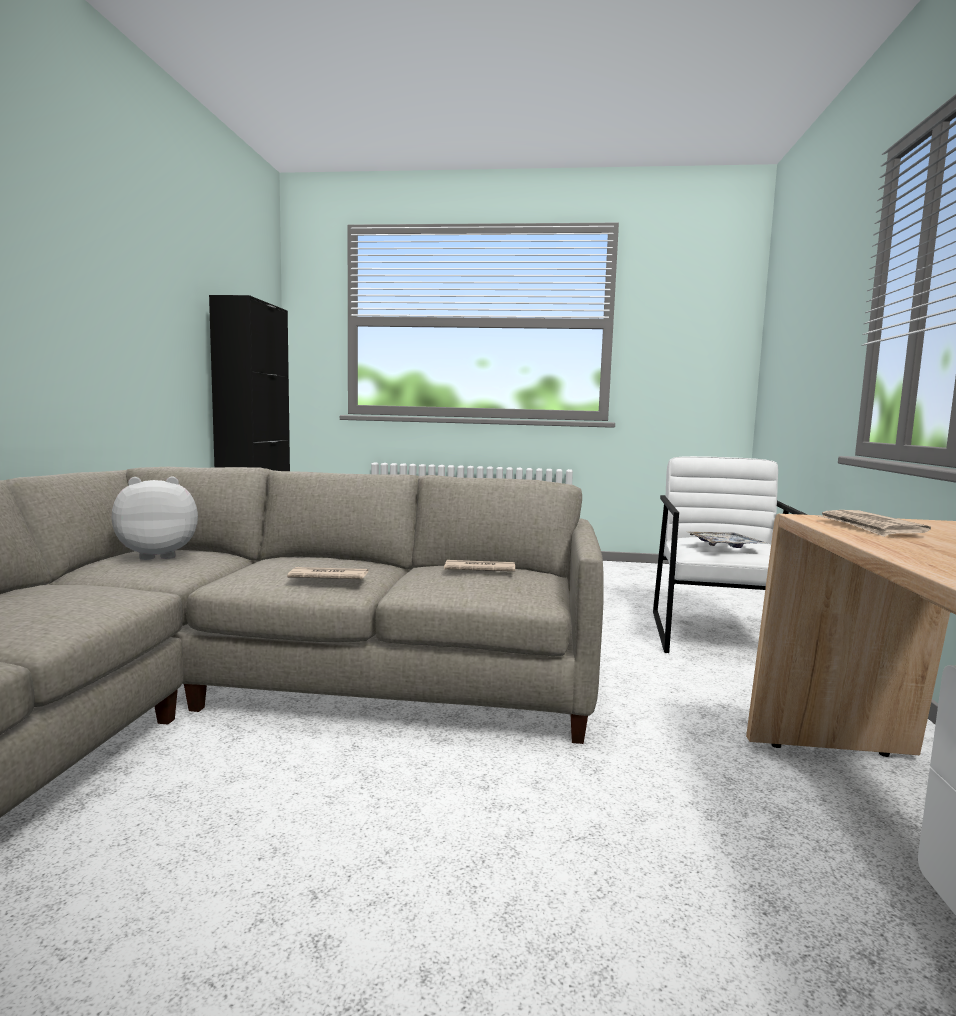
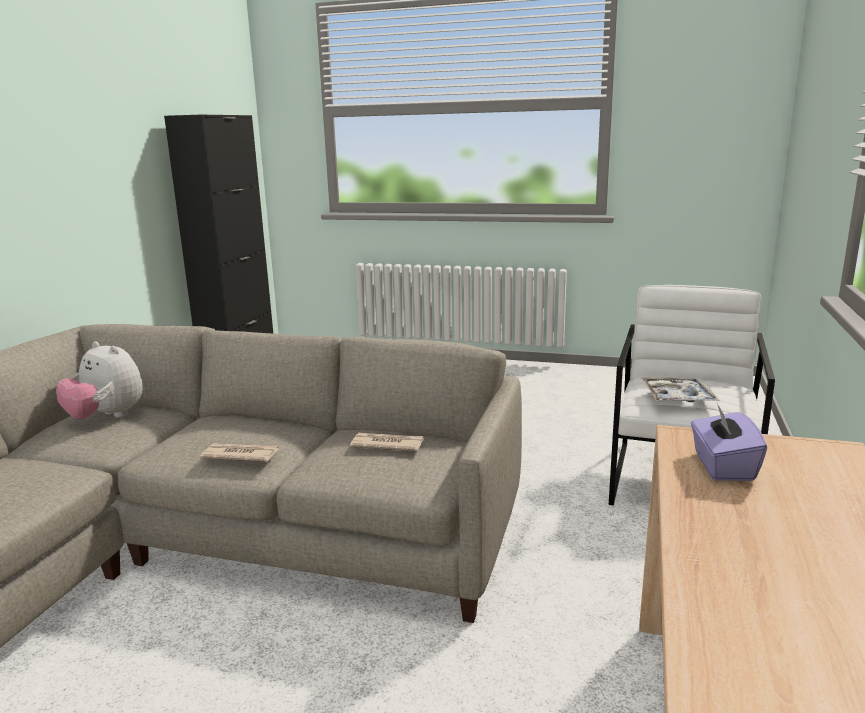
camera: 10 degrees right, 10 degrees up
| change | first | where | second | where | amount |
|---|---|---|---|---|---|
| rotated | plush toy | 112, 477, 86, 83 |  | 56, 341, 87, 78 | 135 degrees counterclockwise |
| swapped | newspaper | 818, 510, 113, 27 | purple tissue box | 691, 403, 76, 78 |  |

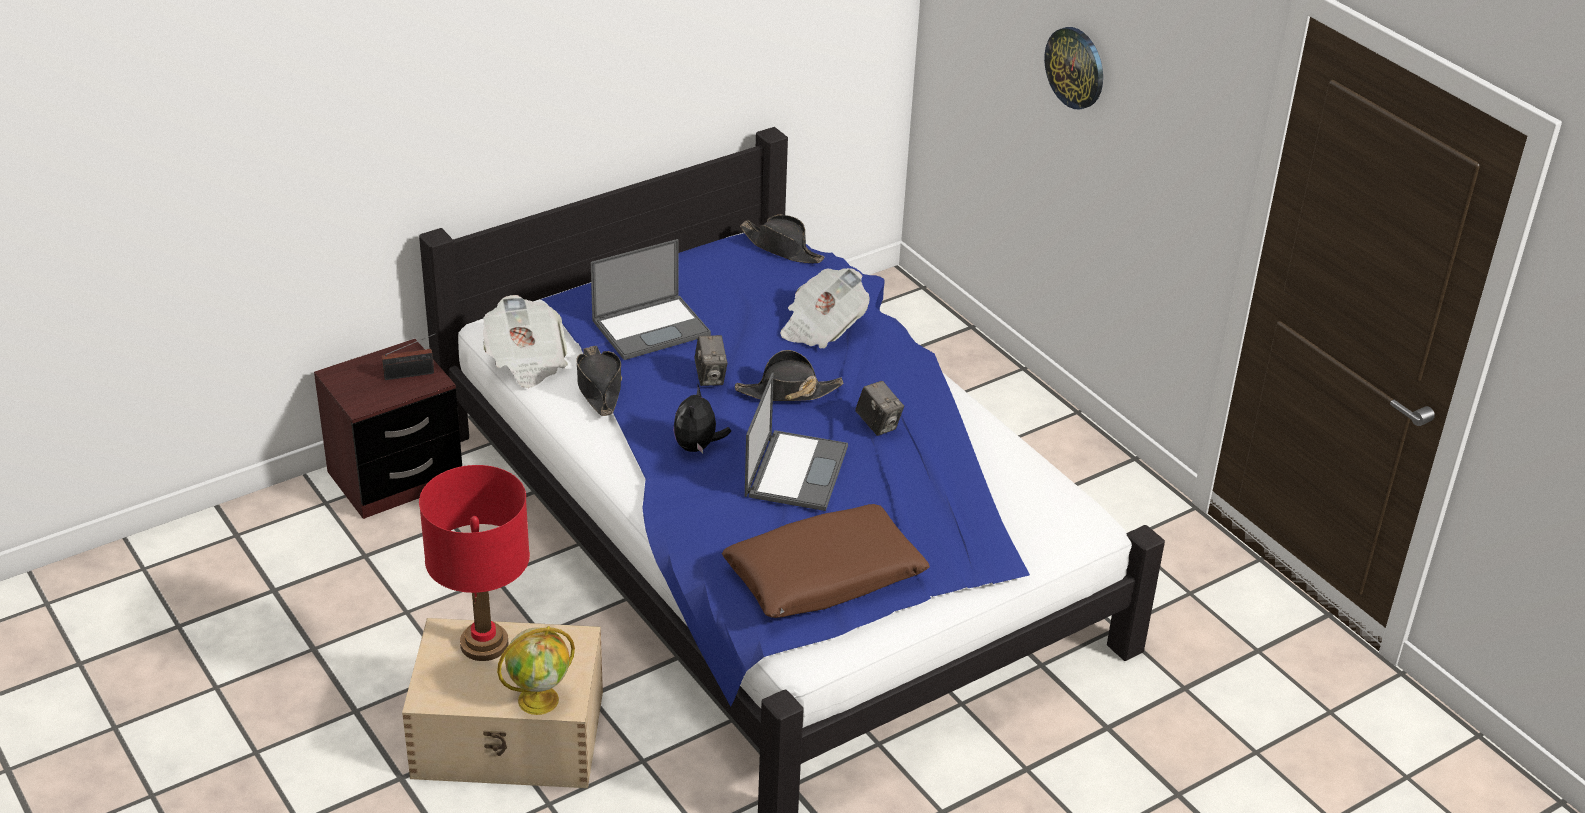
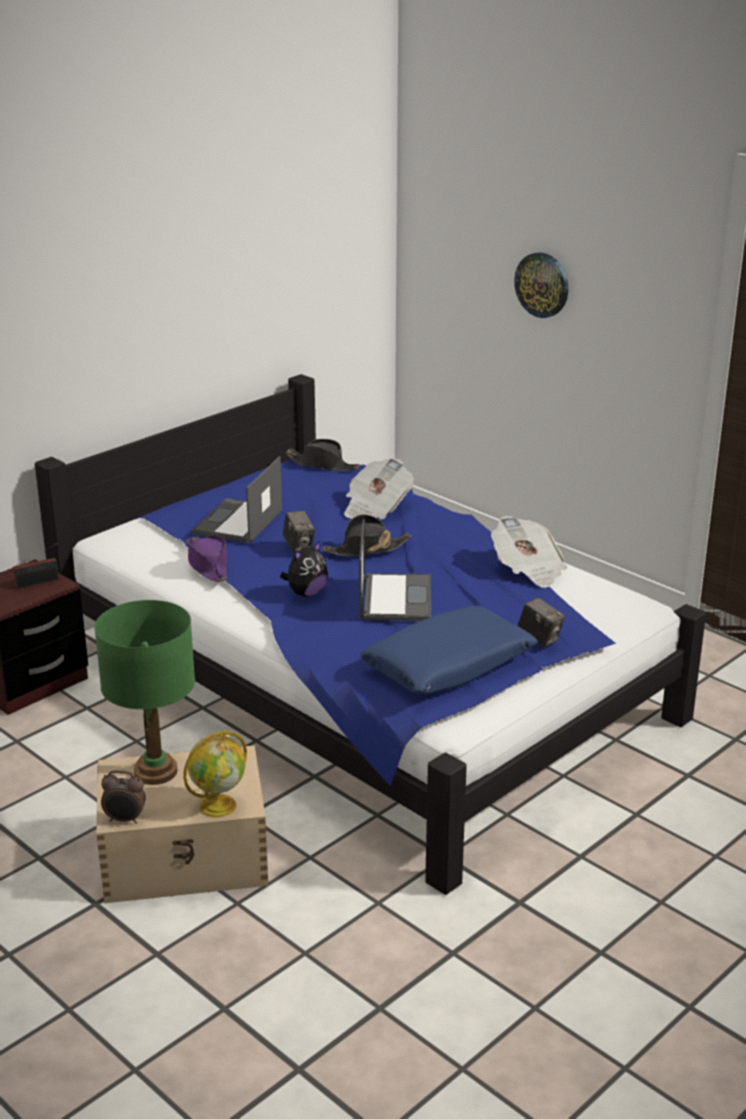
camera: 10 degrees left, 10 degrees down
| change | first | where | second | where | amount |
|---|---|---|---|---|---|
| repainted | red table lamp | 419, 465, 111, 196 | green table lamp | 94, 600, 101, 185 |  |
| new |  |  | alarm clock | 101, 770, 45, 54 |  |
| repainted | black hat | 576, 346, 46, 70 | purple hat | 187, 535, 40, 47 |  |
| rotated | laptop | 591, 239, 120, 121 |  | 192, 456, 90, 87 | 150 degrees clockwise |
| rotated | plush toy | 673, 385, 58, 68 |  | 280, 541, 48, 56 | 135 degrees counterclockwise |
| repainted | brown pillow | 722, 504, 208, 114 | blue pillow | 360, 606, 178, 88 |  |
| shifted | newspaper | 483, 295, 85, 93 |  | 491, 516, 77, 72 |  |
| shifted | photo camera | 855, 381, 49, 55 |  | 518, 598, 47, 49 |  |

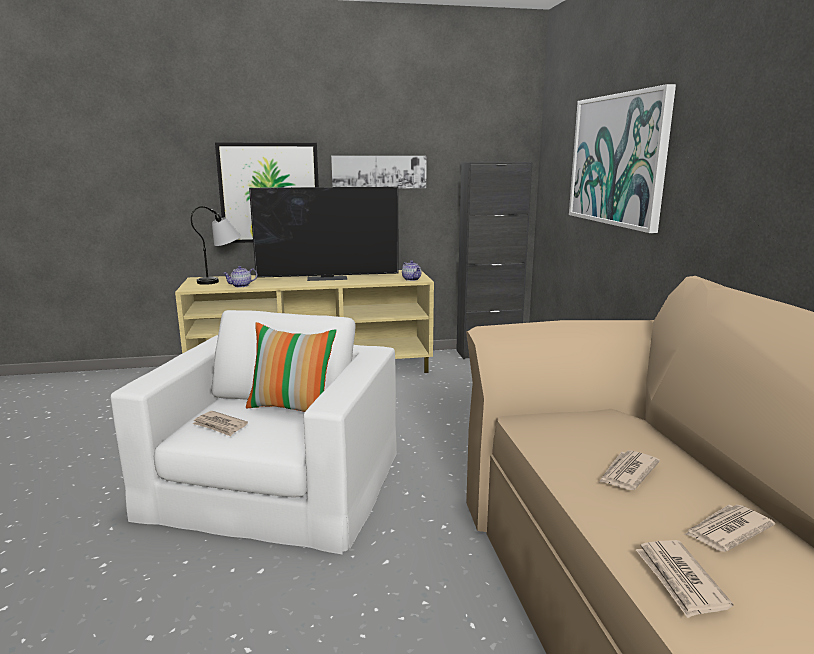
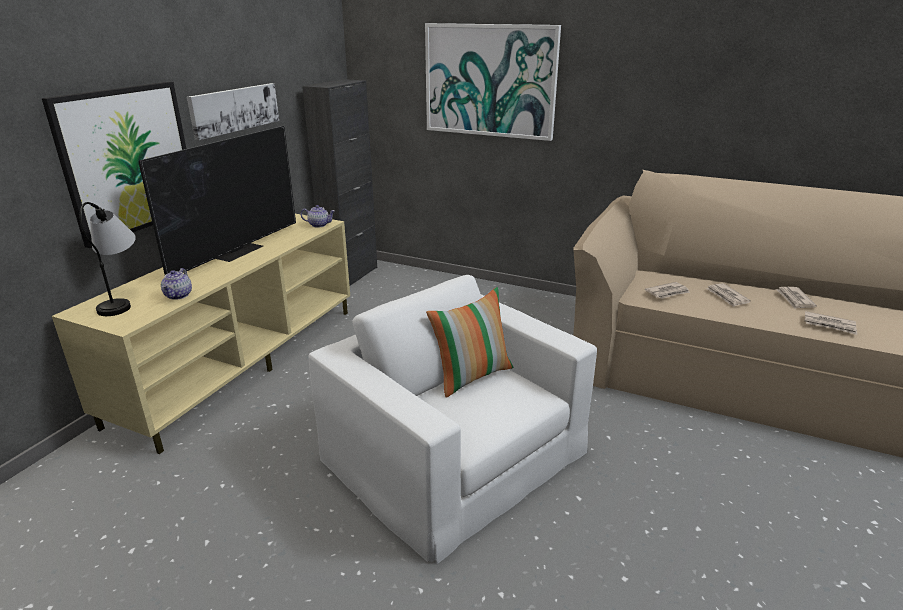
camera: 55 degrees left, 10 degrees up
| change | first | where | second | where | amount |
|---|---|---|---|---|---|
| shifted | newspaper | 192, 411, 56, 25 |  | 645, 282, 45, 17 |  |

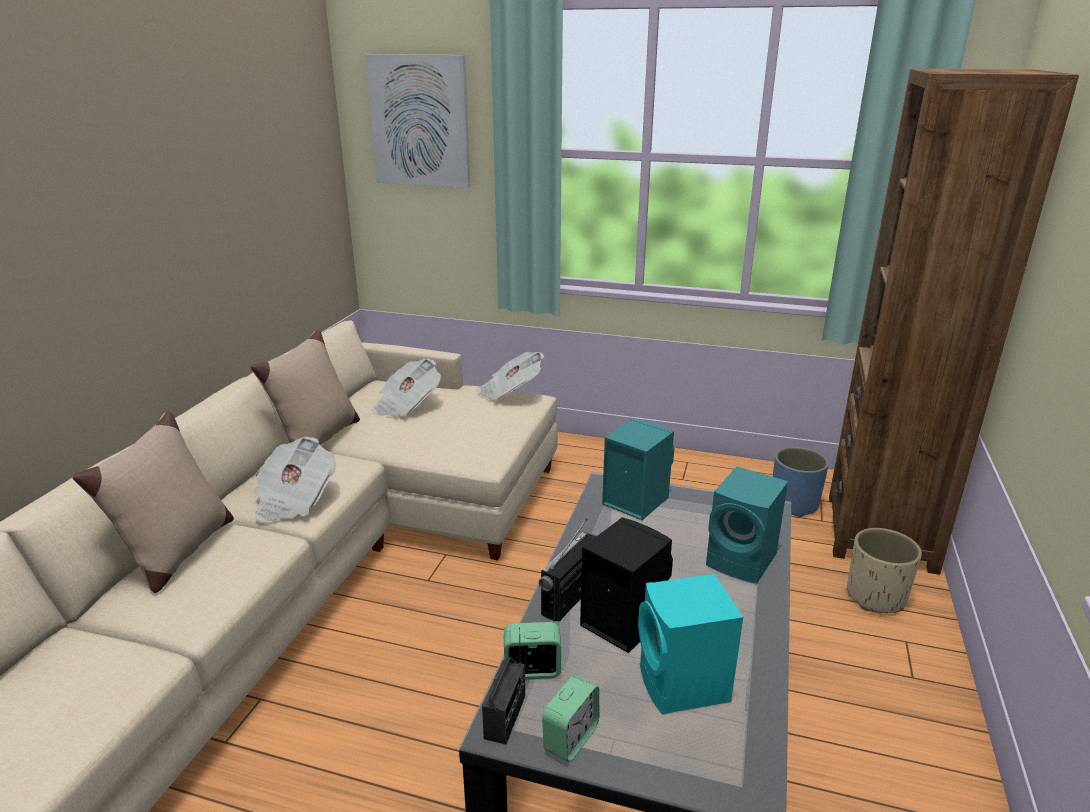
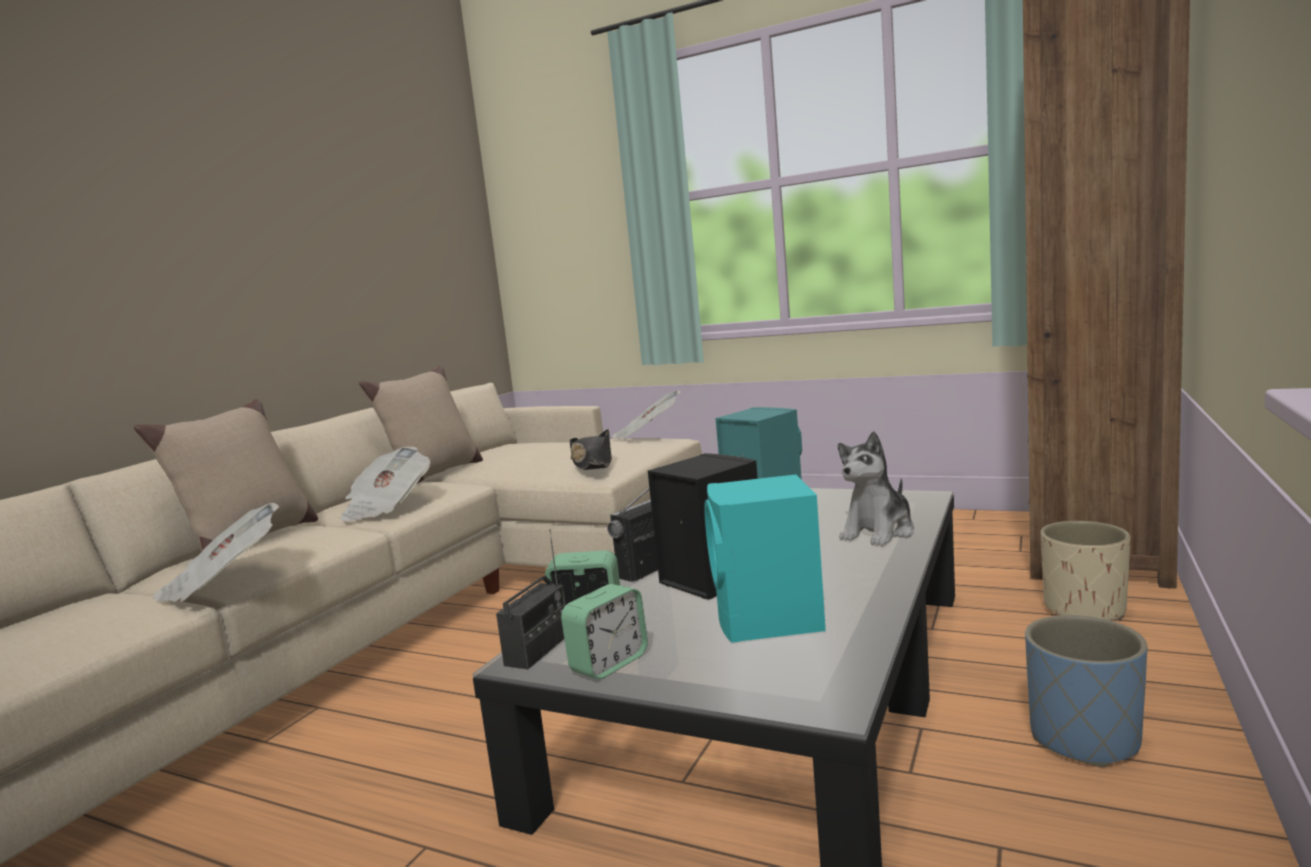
camera: 10 degrees right, 15 degrees down
| change | first | where | second | where | amount |
|---|---|---|---|---|---|
| shifted | newspaper | 372, 359, 69, 58 |  | 152, 503, 127, 99 |  |
| new |  |  | black hat | 569, 429, 43, 41 |  |
| swapped | turquoise speaker | 706, 466, 82, 118 | plush toy | 838, 431, 76, 115 |  |
| shifted | blue planter | 773, 447, 56, 70 |  | 1025, 615, 122, 152 |  |
| gone | picture | 365, 54, 105, 134 |  |  |  |

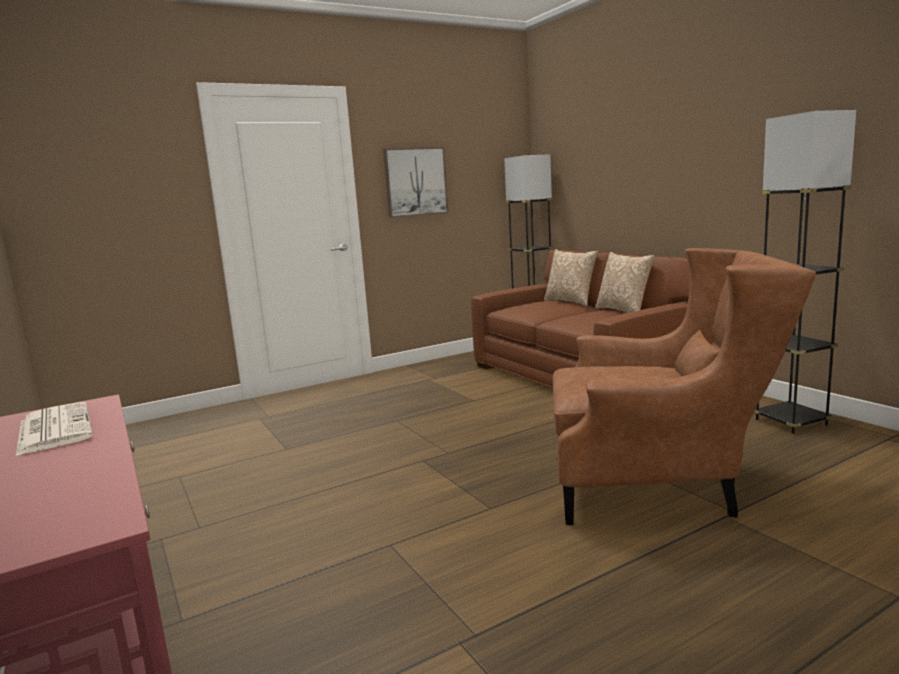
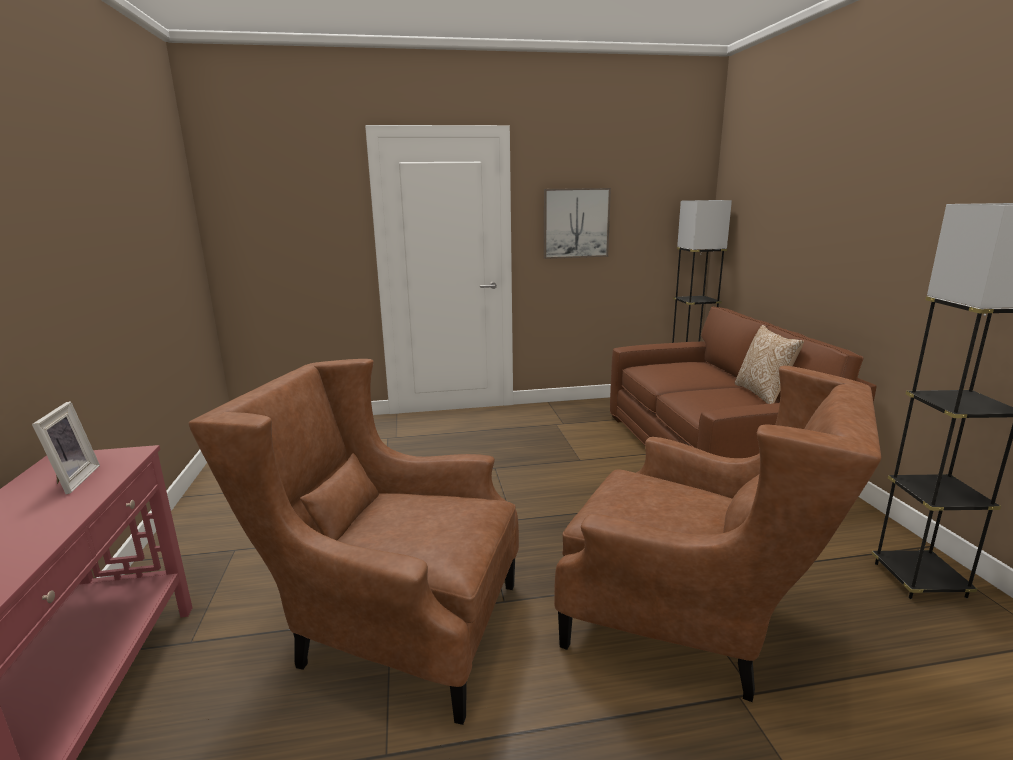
camera: 20 degrees right, 5 degrees up
| change | first | where | second | where | amount |
|---|---|---|---|---|---|
| swapped | newspaper | 16, 402, 77, 54 | picture frame | 32, 401, 68, 93 |  |
| new |  |  | brown armchair | 188, 359, 331, 366 |  |
| gone | pillow | 544, 249, 54, 57 |  |  |  |

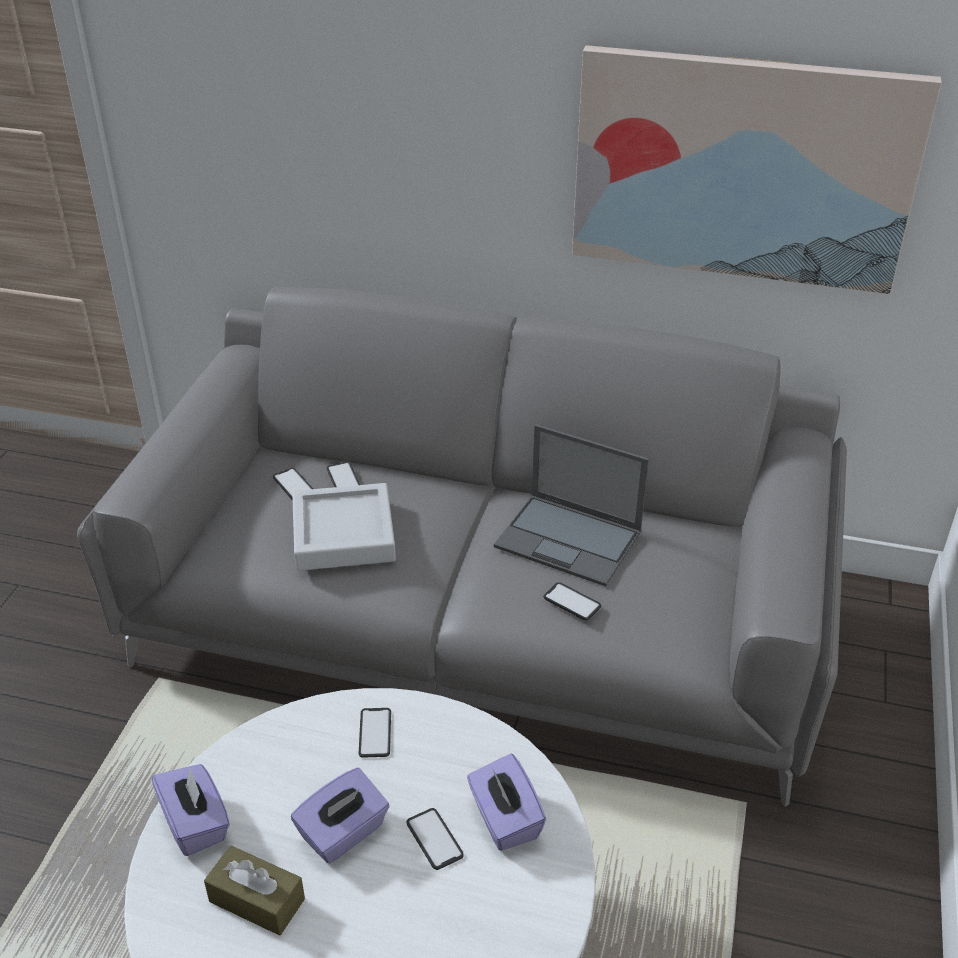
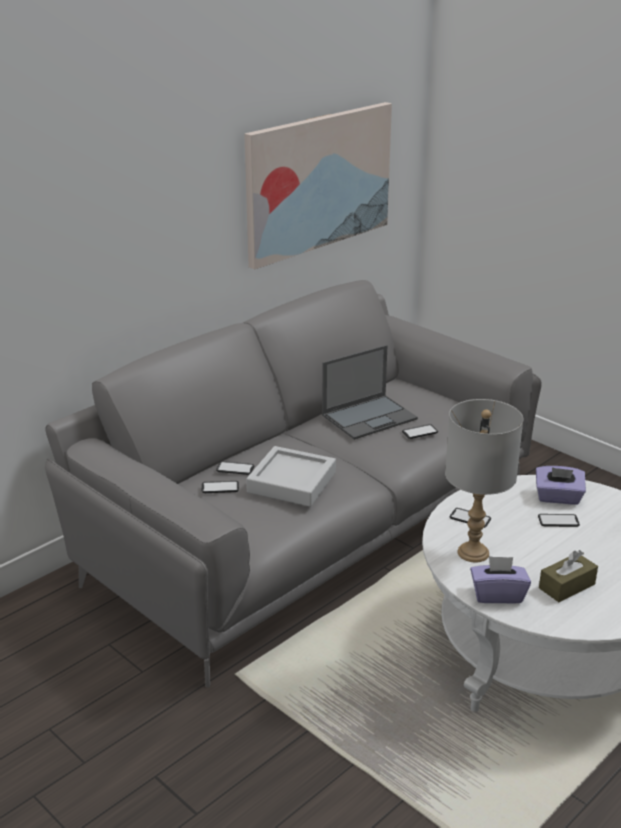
camera: 60 degrees left, 10 degrees down
| change | first | where | second | where | amount |
|---|---|---|---|---|---|
| new |  |  | grey table lamp | 445, 399, 78, 163 |  |
| gone | purple tissue box | 291, 768, 99, 95 |  |  |  |

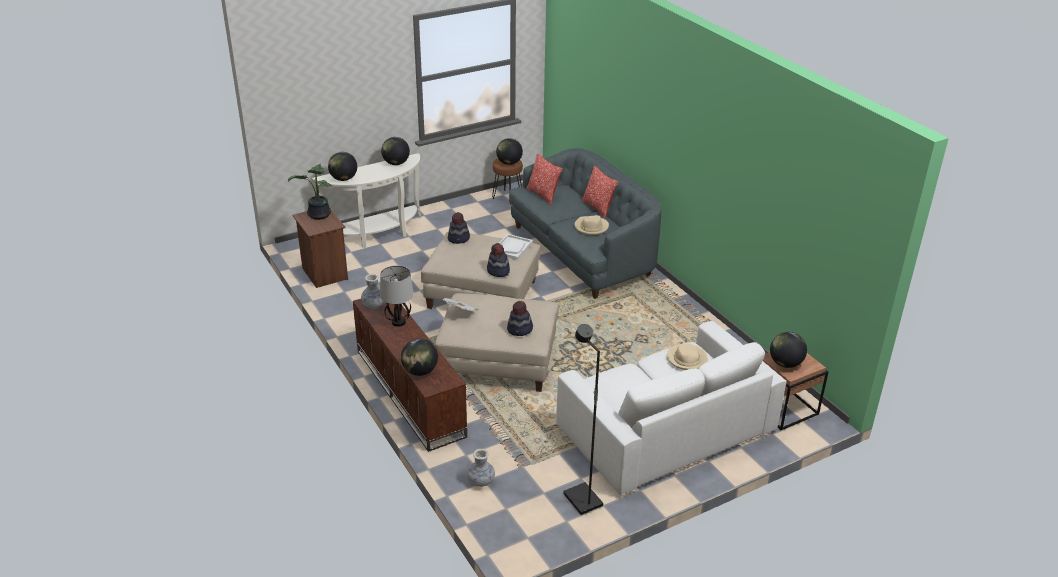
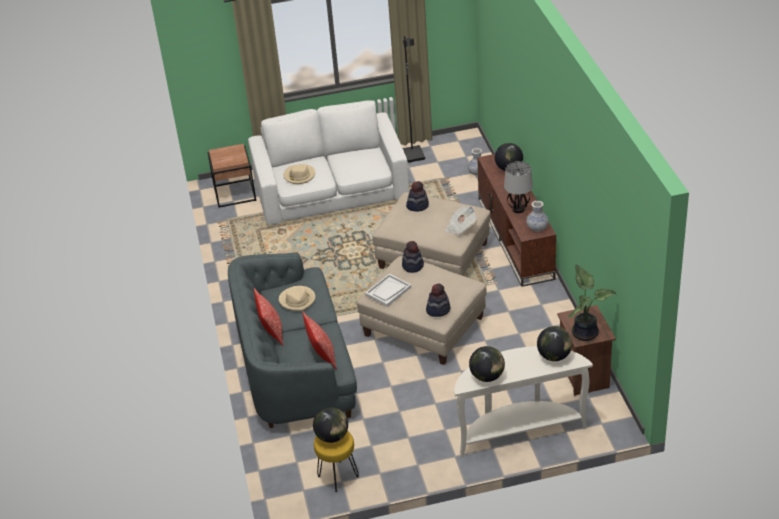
camera: 160 degrees left, 5 degrees up
| change | first | where | second | where | amount |
|---|---|---|---|---|---|
| repainted | brown stool | 492, 158, 31, 41 | yellow stool | 314, 431, 45, 61 |  |
| gone | globe | 770, 332, 37, 36 |  |  |  |

